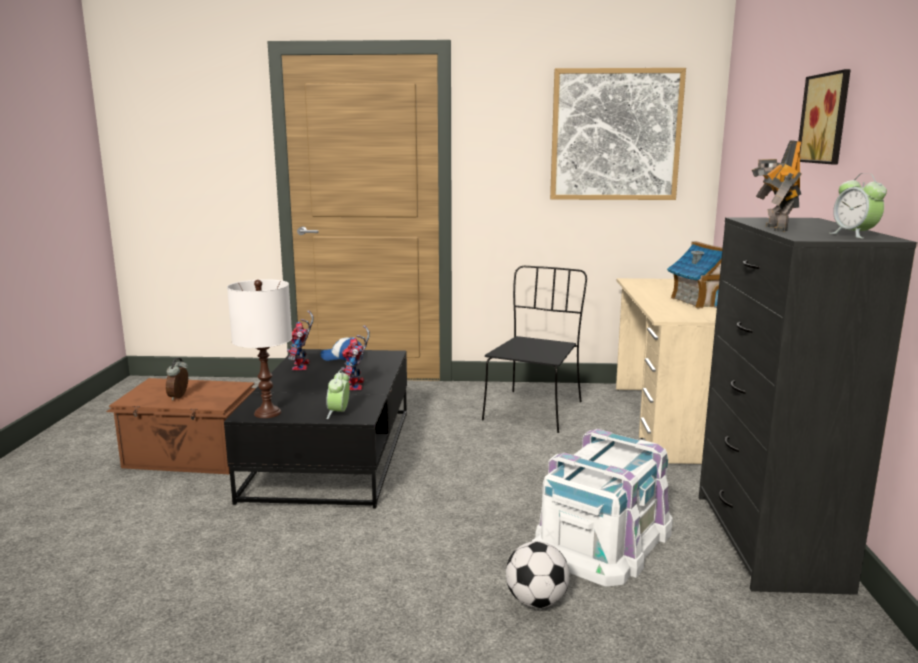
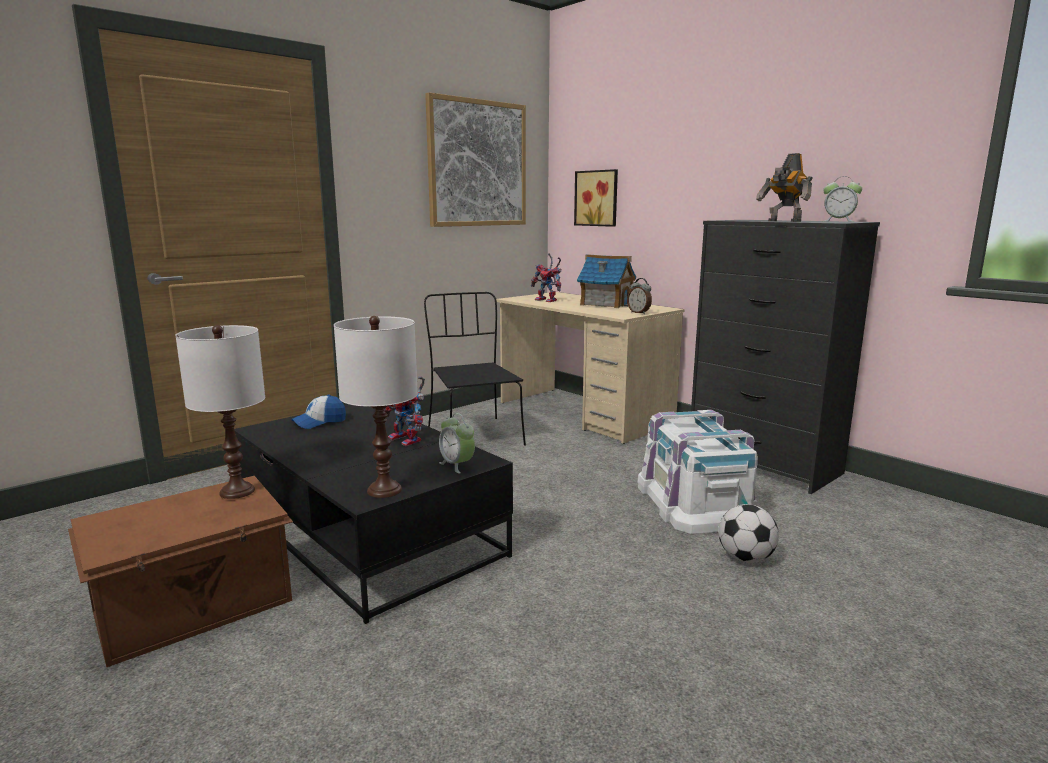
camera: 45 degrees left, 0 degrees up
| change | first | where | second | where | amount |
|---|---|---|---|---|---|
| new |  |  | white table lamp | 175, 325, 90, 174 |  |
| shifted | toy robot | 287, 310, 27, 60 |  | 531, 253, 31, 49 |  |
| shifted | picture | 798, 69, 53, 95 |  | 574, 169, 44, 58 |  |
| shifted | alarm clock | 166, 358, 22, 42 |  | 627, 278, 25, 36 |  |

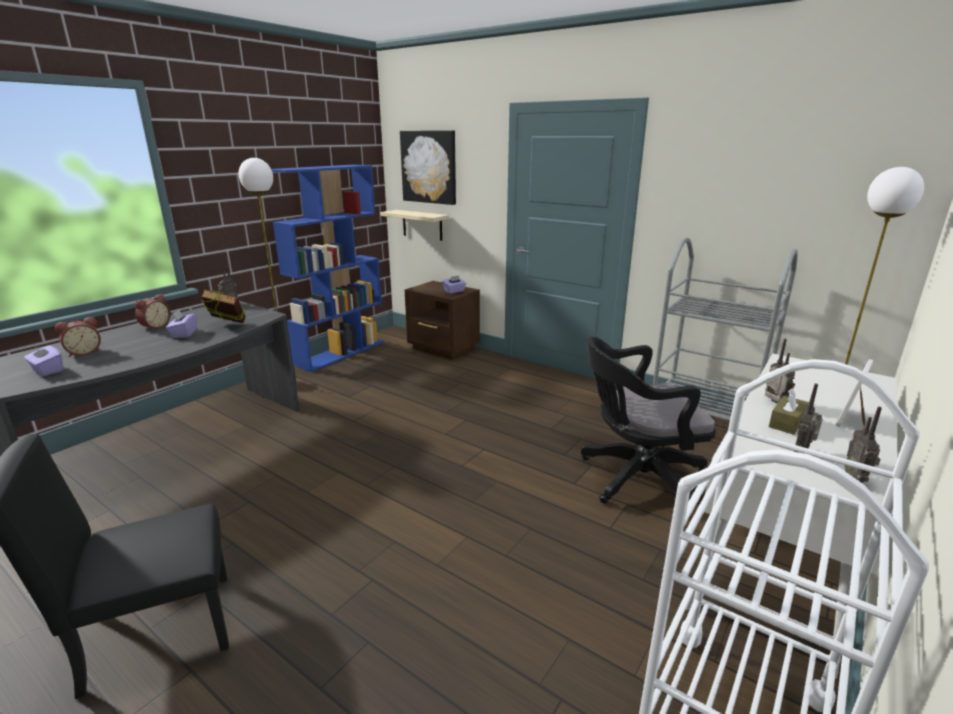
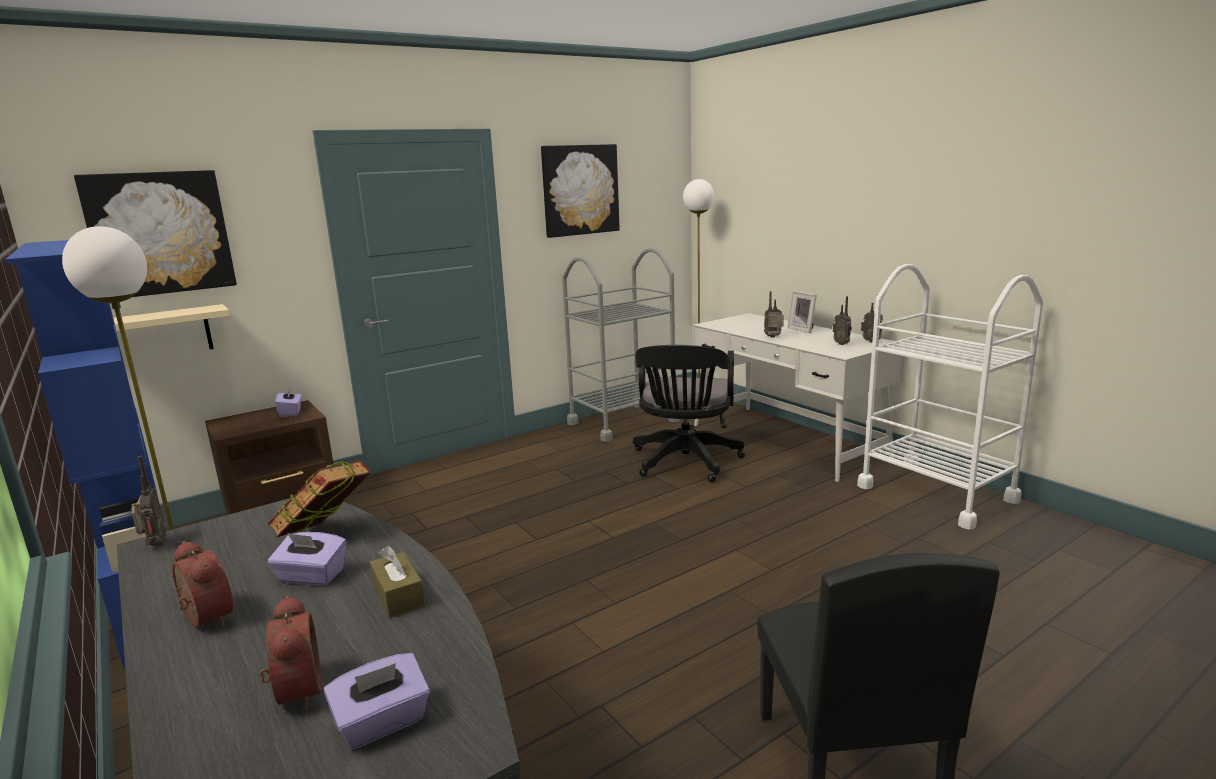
camera: 70 degrees left, 5 degrees down
| change | first | where | second | where | amount |
|---|---|---|---|---|---|
| shifted | brown tissue box | 769, 389, 40, 46 |  | 370, 546, 55, 72 |  |
| new |  |  | picture | 541, 144, 79, 94 |  |

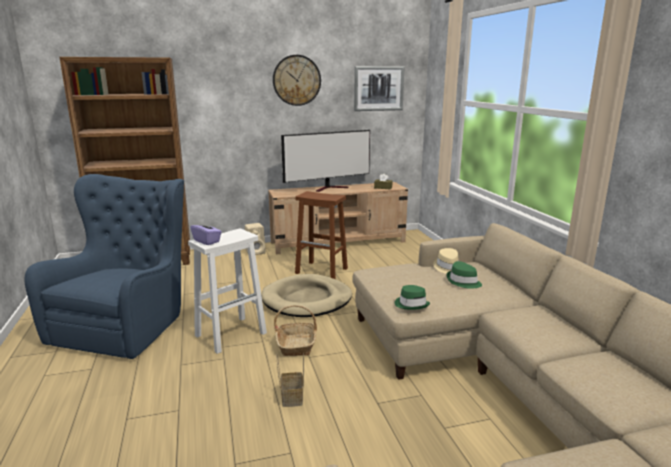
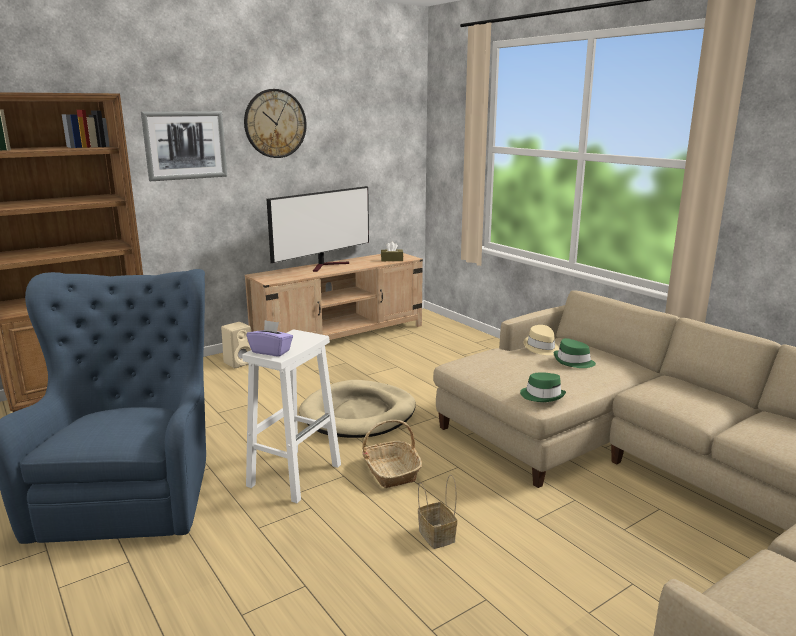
camera: 20 degrees left, 0 degrees up
| change | first | where | second | where | amount |
|---|---|---|---|---|---|
| shifted | picture | 354, 66, 51, 45 |  | 141, 111, 86, 70 |  |
| gone | brown stool | 295, 191, 53, 88 |  |  |  |

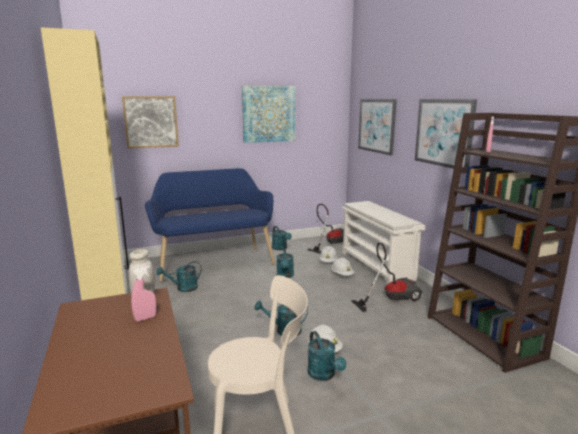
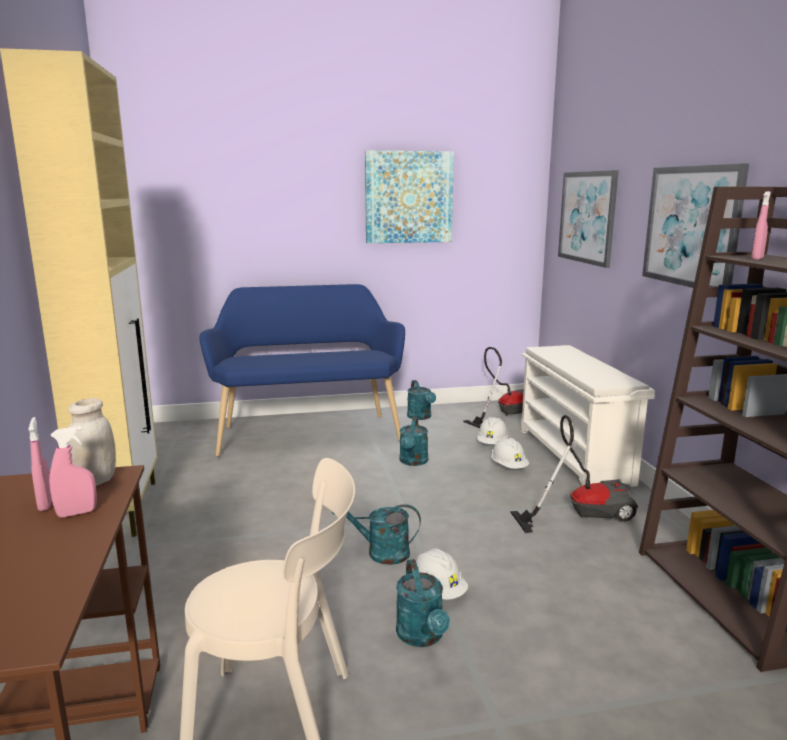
camera: 10 degrees right, 0 degrees up
| change | first | where | second | where | amount |
|---|---|---|---|---|---|
| new |  |  | pink spray bottle | 28, 417, 24, 94 |  |
| gone | picture | 122, 96, 57, 53 |  |  |  |
| gone | turquoise watering can | 157, 261, 45, 31 |  |  |  |

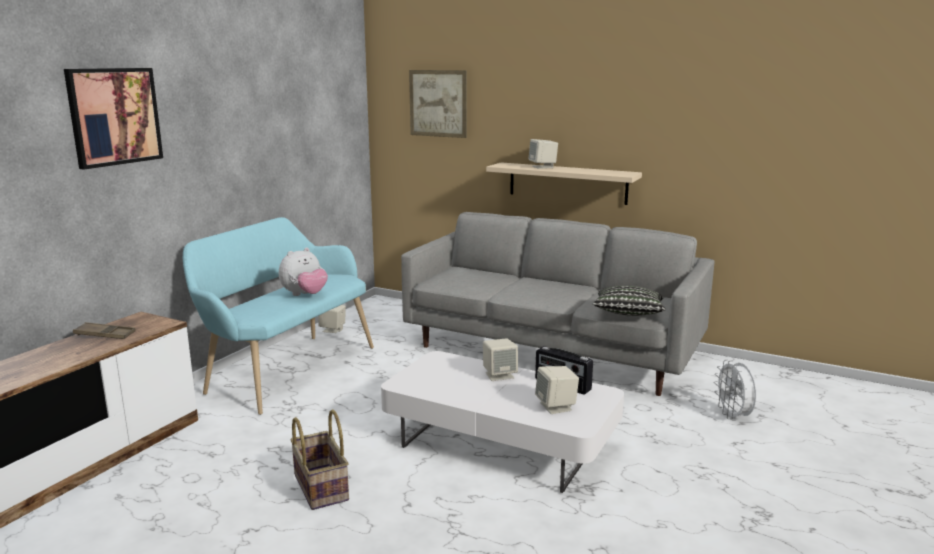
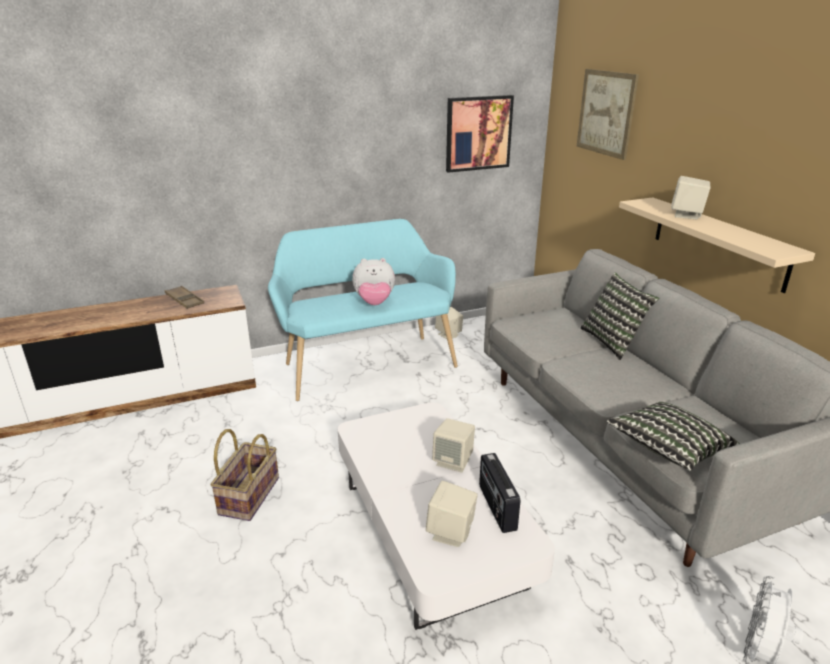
camera: 40 degrees right, 10 degrees up
| change | first | where | second | where | amount |
|---|---|---|---|---|---|
| shifted | picture | 64, 68, 99, 102 |  | 446, 95, 68, 78 |  |
| new |  |  | pillow | 580, 272, 80, 88 |  |

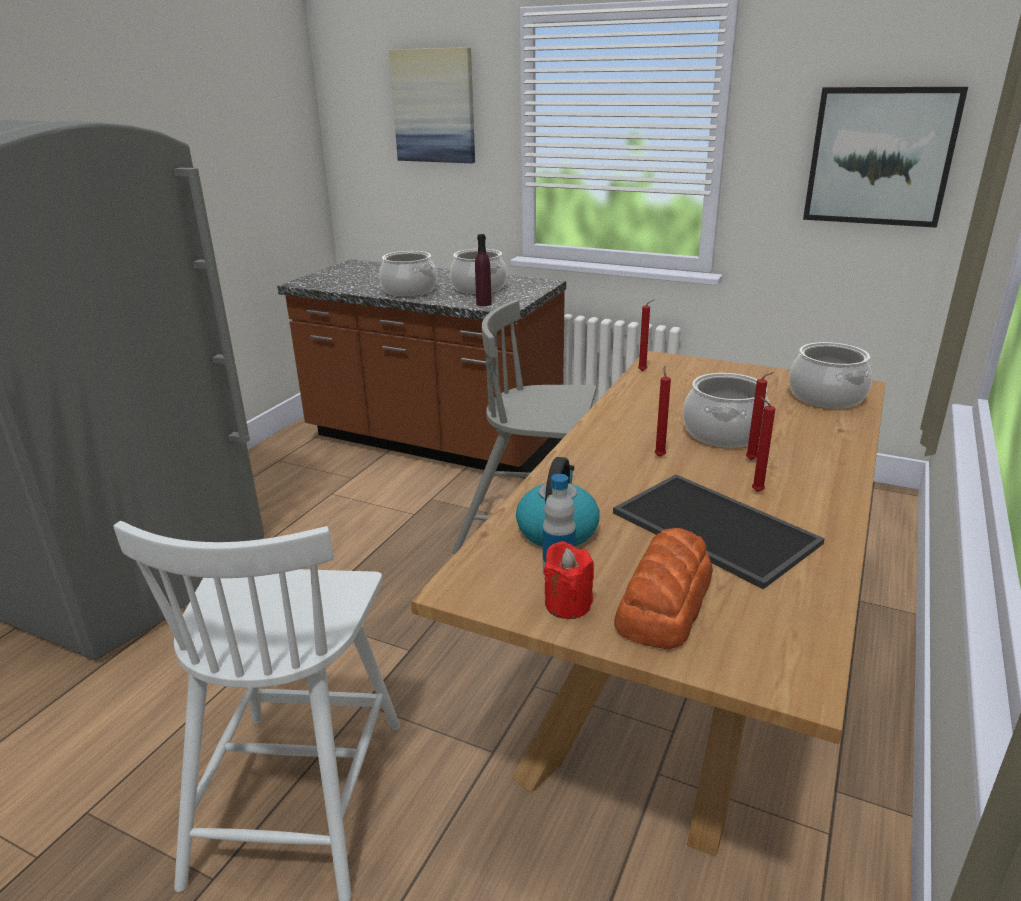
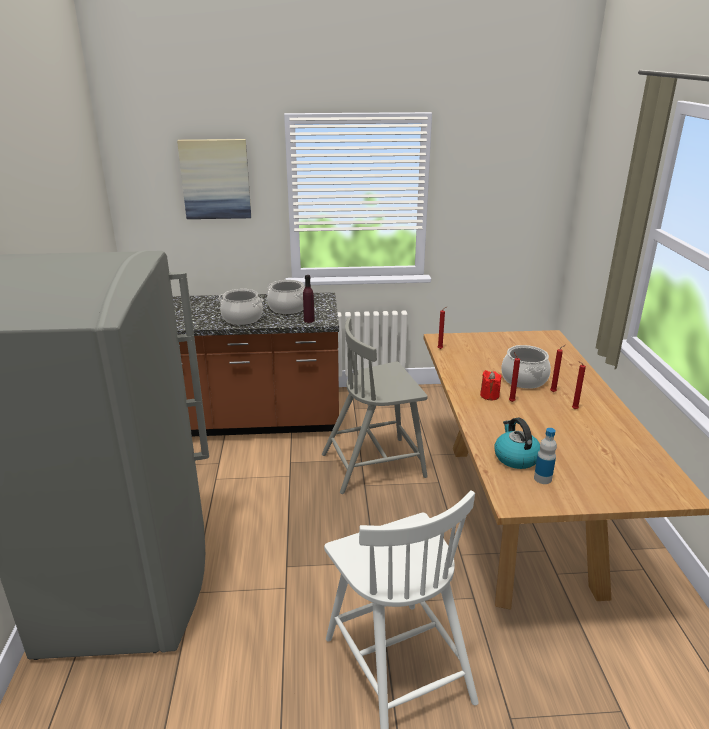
camera: 30 degrees left, 0 degrees up
| change | first | where | second | where | amount |
|---|---|---|---|---|---|
| shifted | red candle | 544, 541, 50, 78 |  | 480, 370, 21, 30 |  |
| gone | tray | 613, 474, 212, 115 |  |  |  |
| gone | bread | 614, 528, 99, 121 |  |  |  |
| gone | cooking pot | 789, 342, 83, 67 |  |  |  |
| gone | picture | 803, 87, 165, 141 |  |  |  |

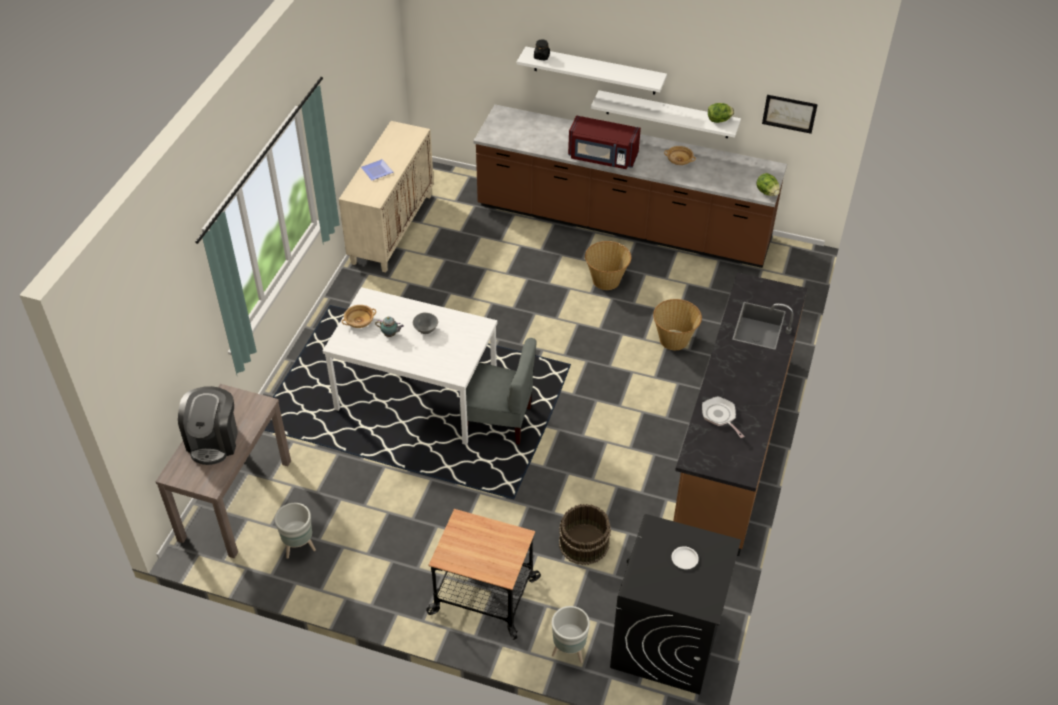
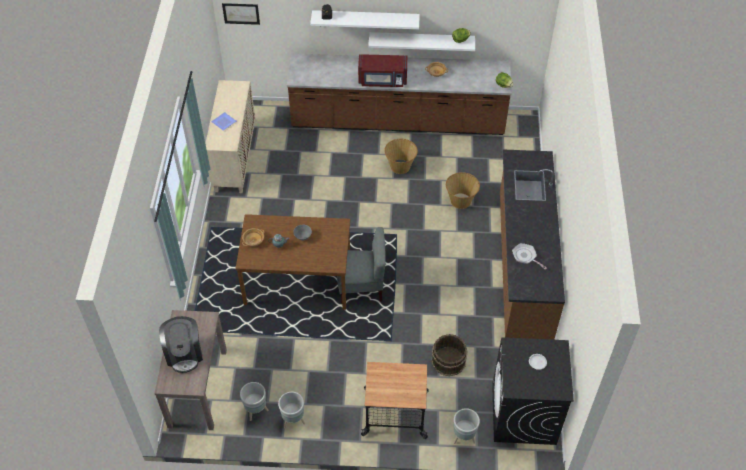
camera: 15 degrees left, 5 degrees up
| change | first | where | second | where | amount |
|---|---|---|---|---|---|
| shifted | picture | 762, 95, 56, 39 |  | 222, 3, 38, 22 |  |
| repainted | white dining table | 323, 287, 175, 158 | brown dining table | 235, 214, 115, 96 |  |
| new |  |  | grey planter | 278, 392, 27, 37 |  |

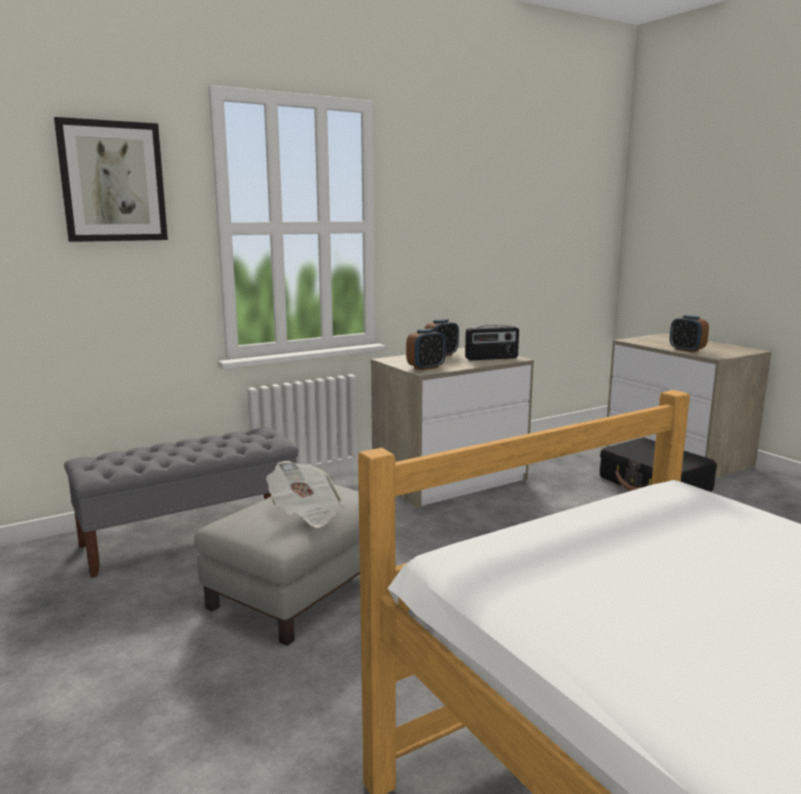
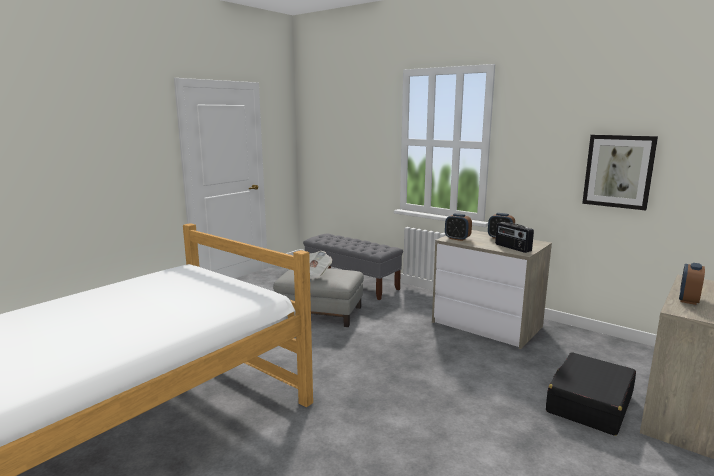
camera: 70 degrees right, 0 degrees up
| change | first | where | second | where | amount |
|---|---|---|---|---|---|
| shifted | picture | 54, 117, 114, 125 |  | 582, 135, 76, 75 |  |

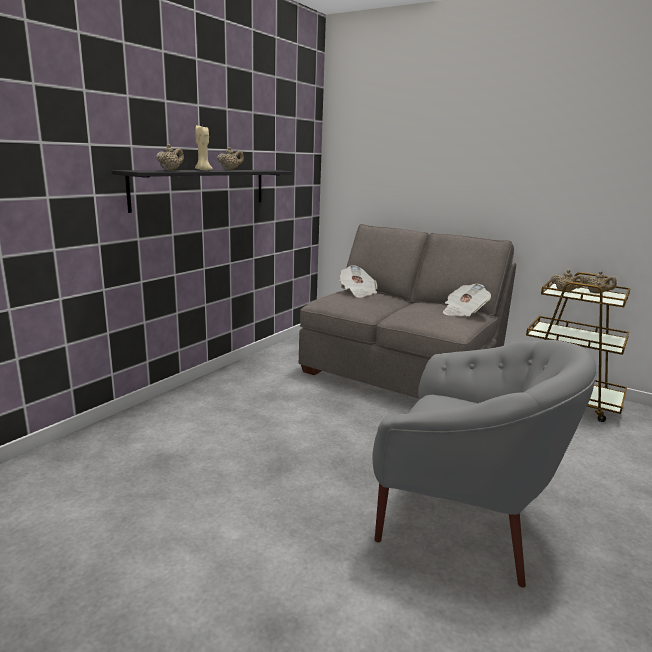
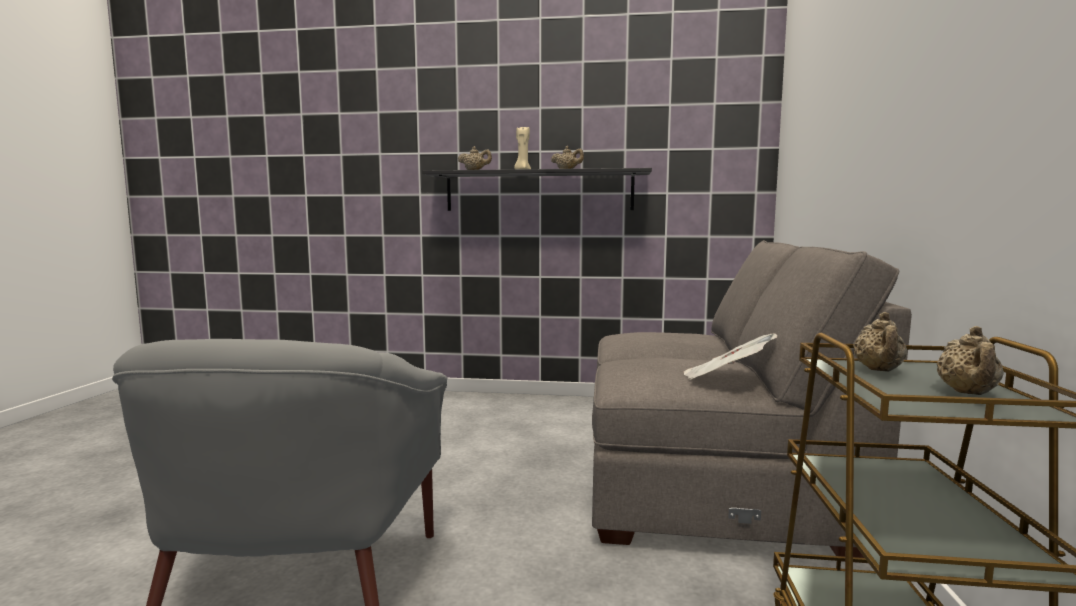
camera: 65 degrees right, 10 degrees down
| change | first | where | second | where | amount |
|---|---|---|---|---|---|
| gone | newspaper | 340, 265, 37, 33 |  |  |  |

